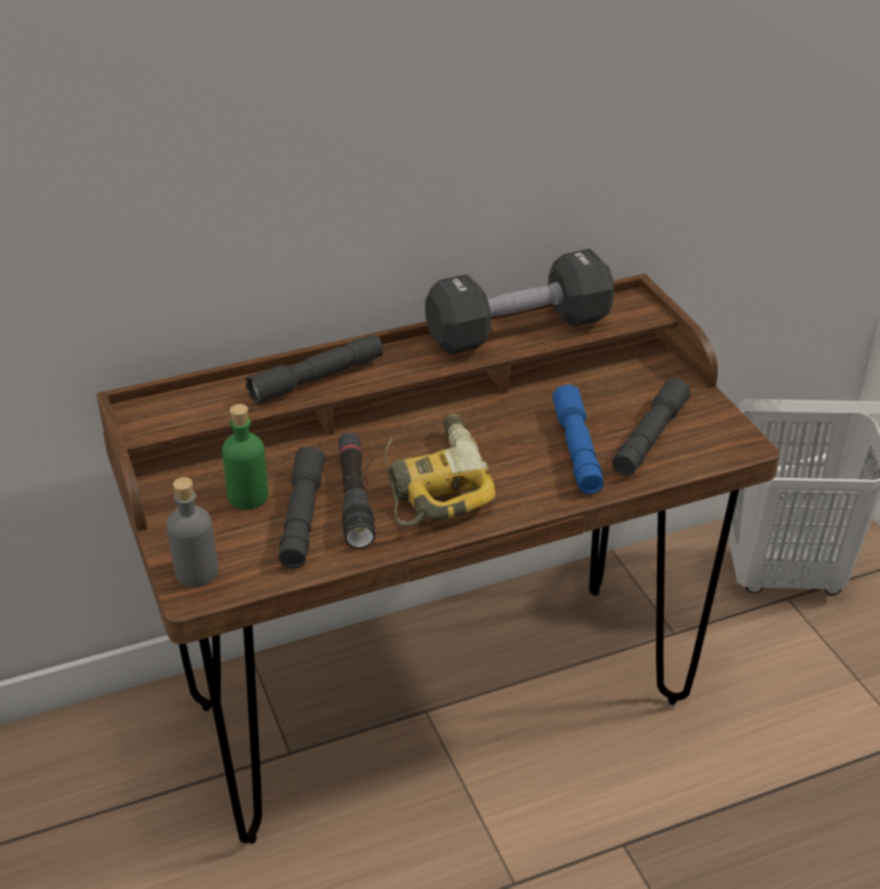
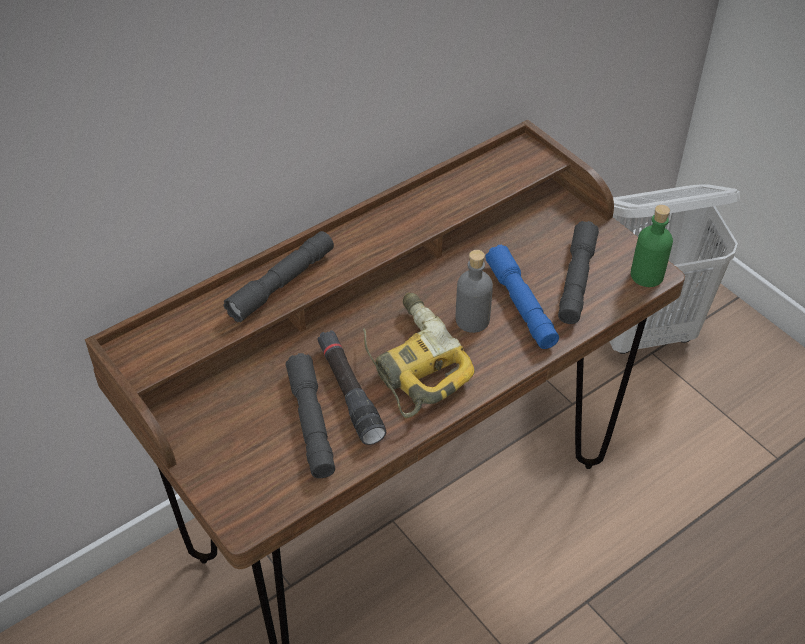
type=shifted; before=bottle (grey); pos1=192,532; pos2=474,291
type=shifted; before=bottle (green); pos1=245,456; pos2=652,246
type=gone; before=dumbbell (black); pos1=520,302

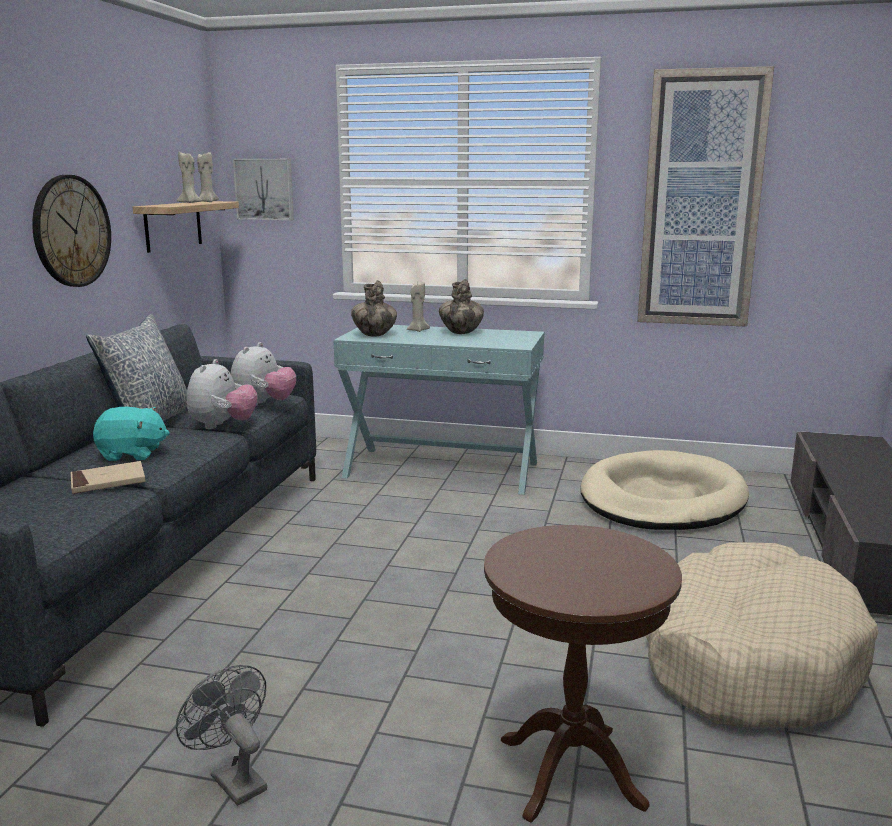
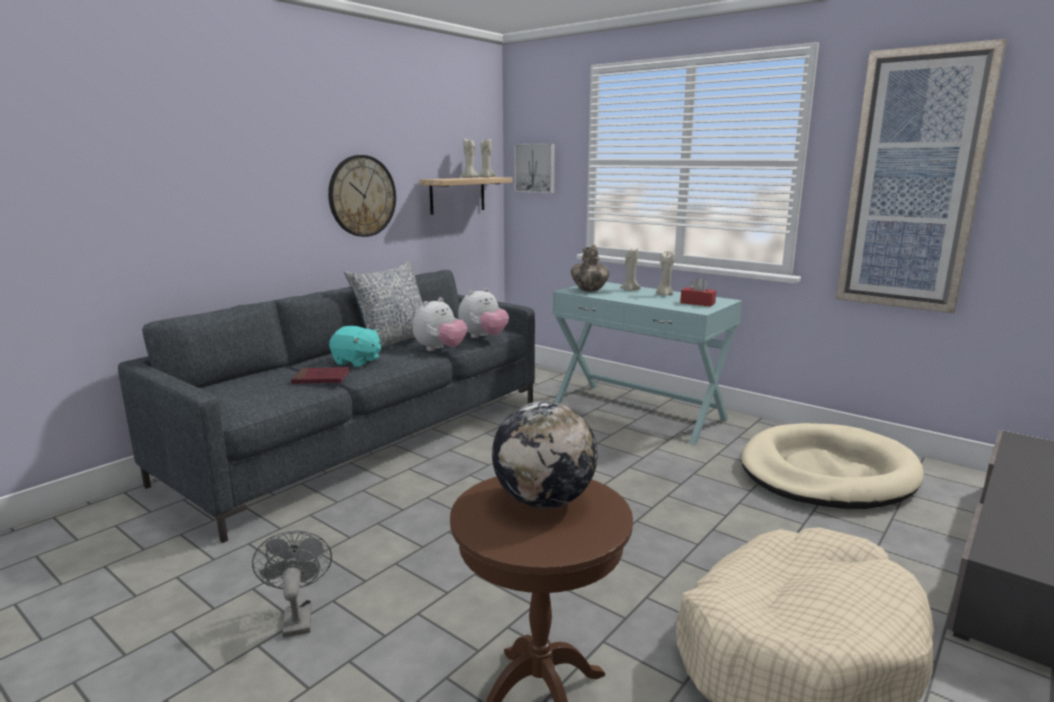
type=repainted; before=book (beige); after=book (red); pos1=108,477; pos2=320,375
type=new; after=globe; pos2=545,454
type=swapped; before=vase; after=candle (beige); pos1=461,306; pos2=665,273
type=new; after=tissue box (red); pos2=698,292

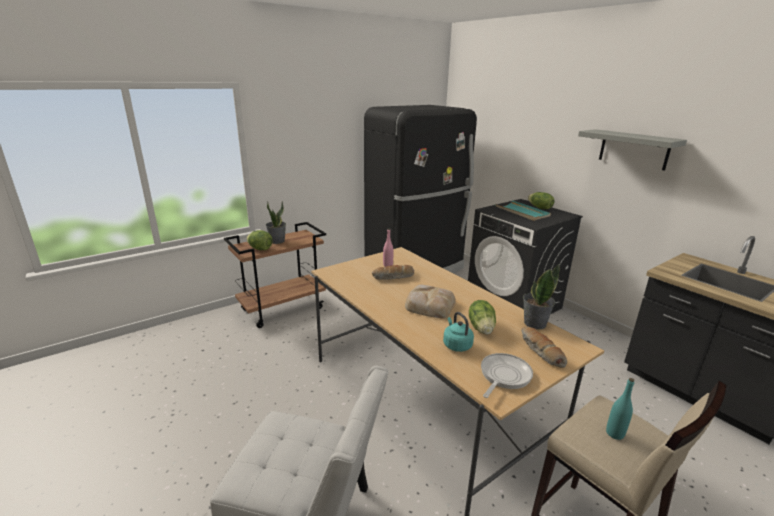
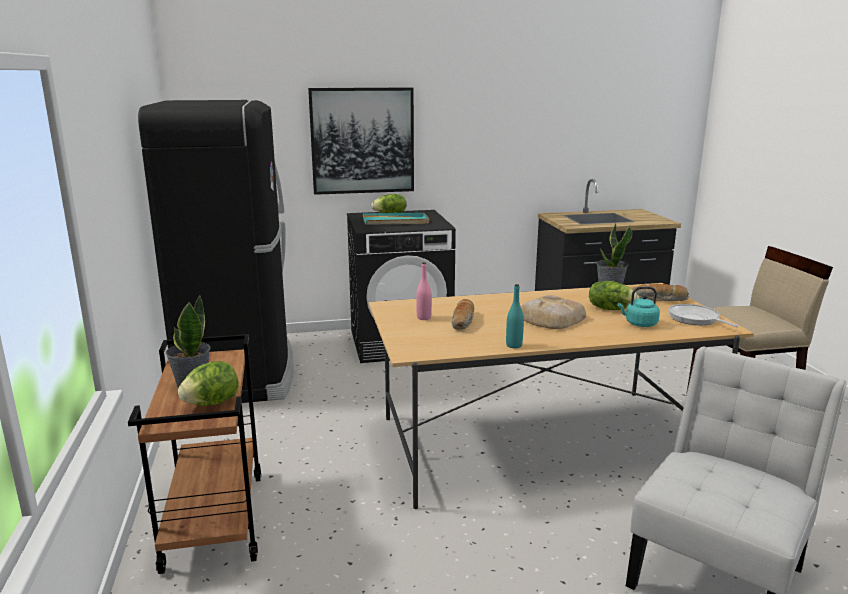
type=new; after=picture; pos2=361,141
type=shifted; before=bottle (turquoise); pos1=620,409; pos2=515,316
type=gone; before=shelf (grey); pos1=632,150

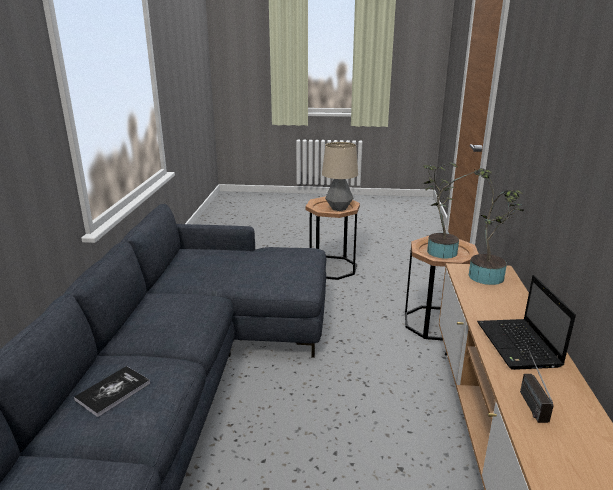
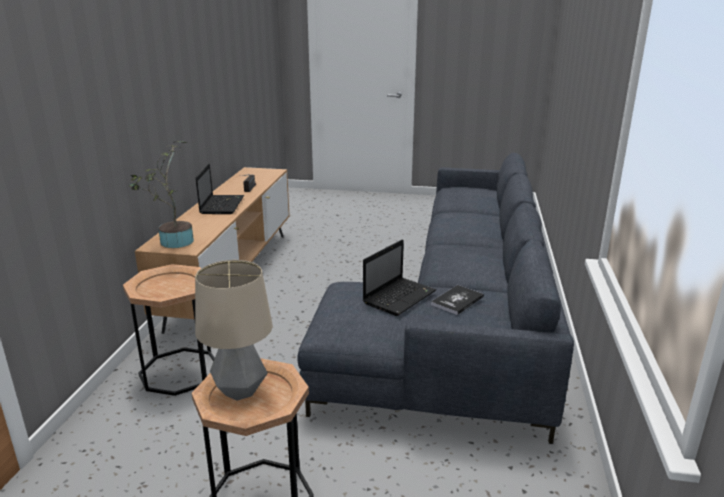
type=new; after=laptop; pos2=399,277
type=shifted; before=book; pos1=112,391; pos2=457,300
type=gone; before=potted plant; pos1=452,210

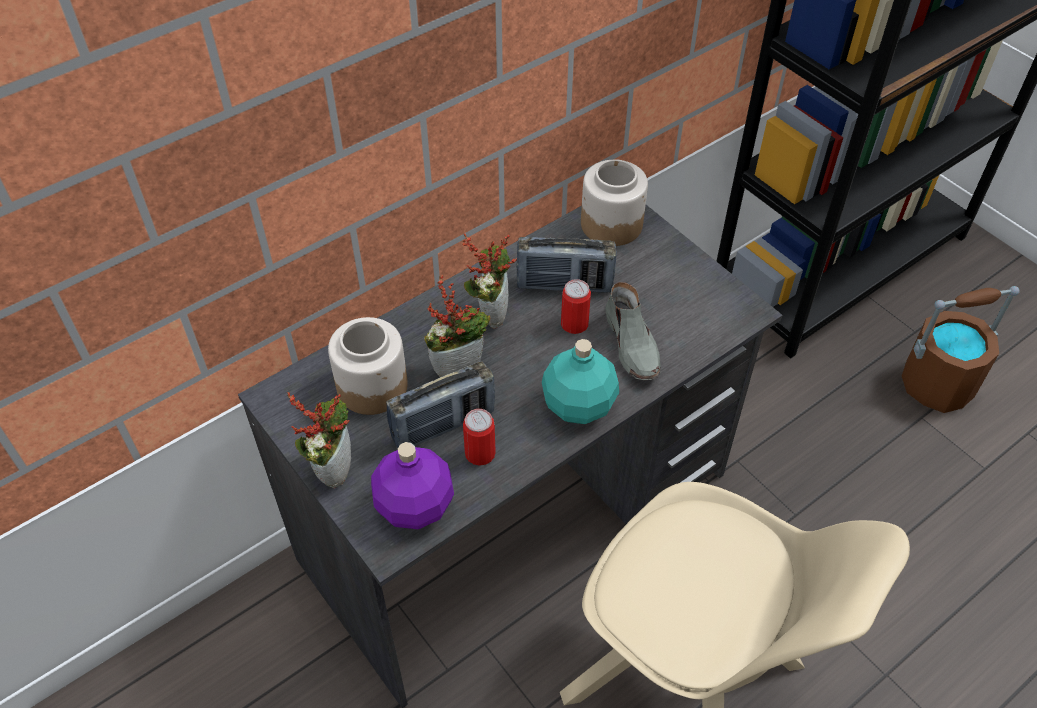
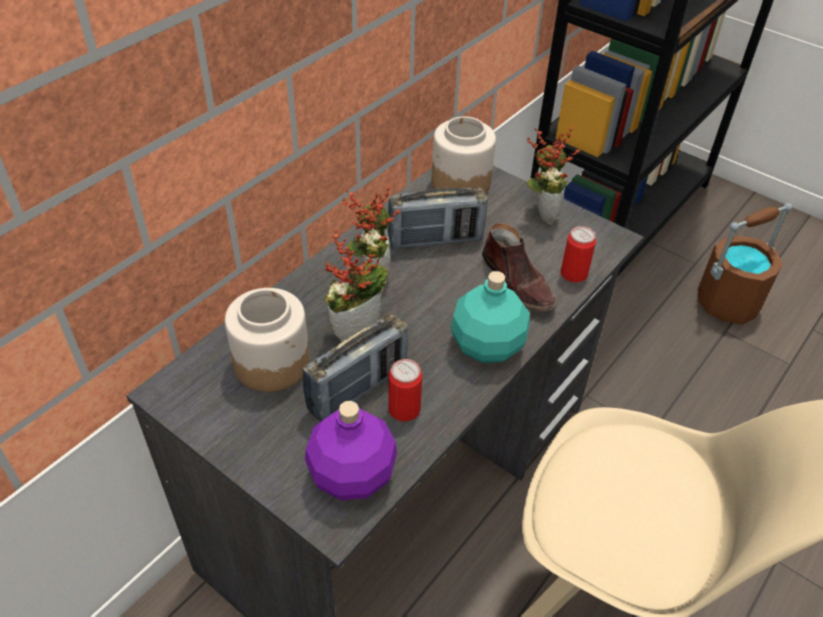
type=repainted; before=shoe (grey); after=shoe (brown); pos1=633,331; pos2=519,267
type=shifted; before=potted plant; pos1=319,440; pos2=553,176
type=shifted; before=can; pos1=576,306; pos2=578,254

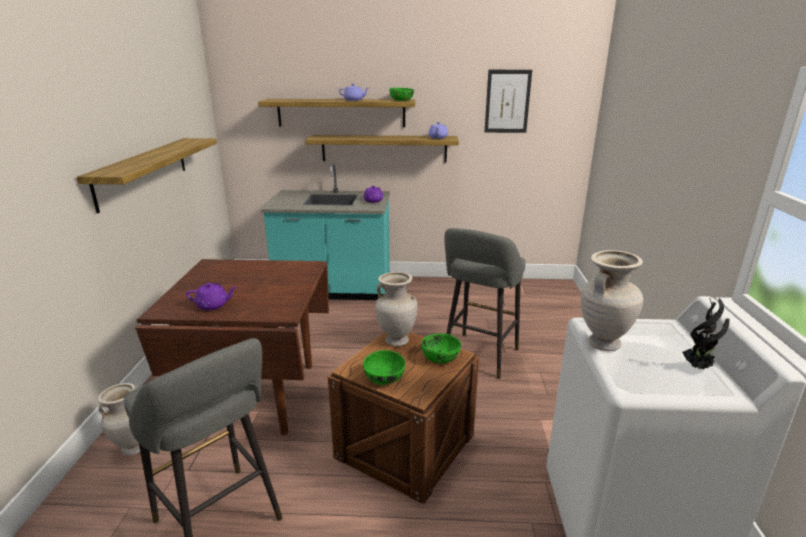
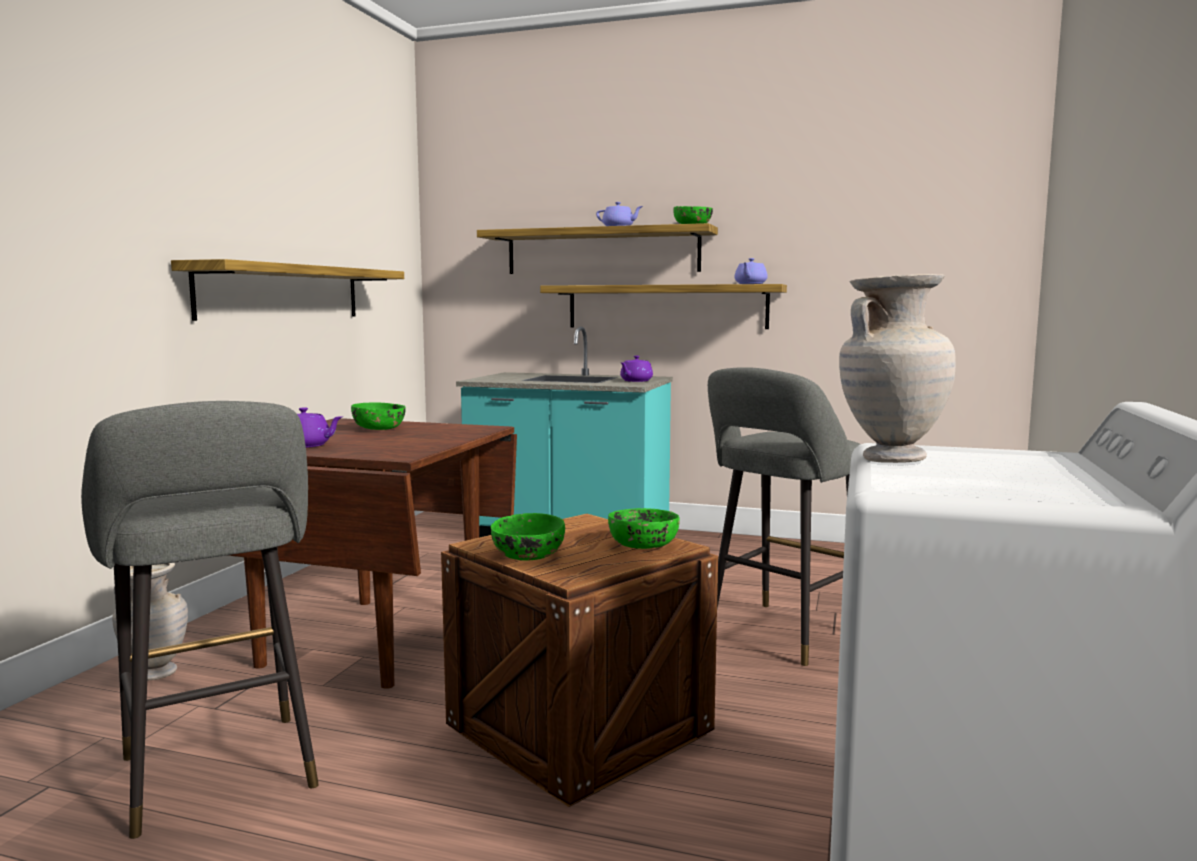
type=new; after=bowl (green); pos2=378,416
type=gone; before=vase (beige); pos1=396,309
type=gone; before=picture; pos1=508,101
type=gone; before=potted plant; pos1=706,334

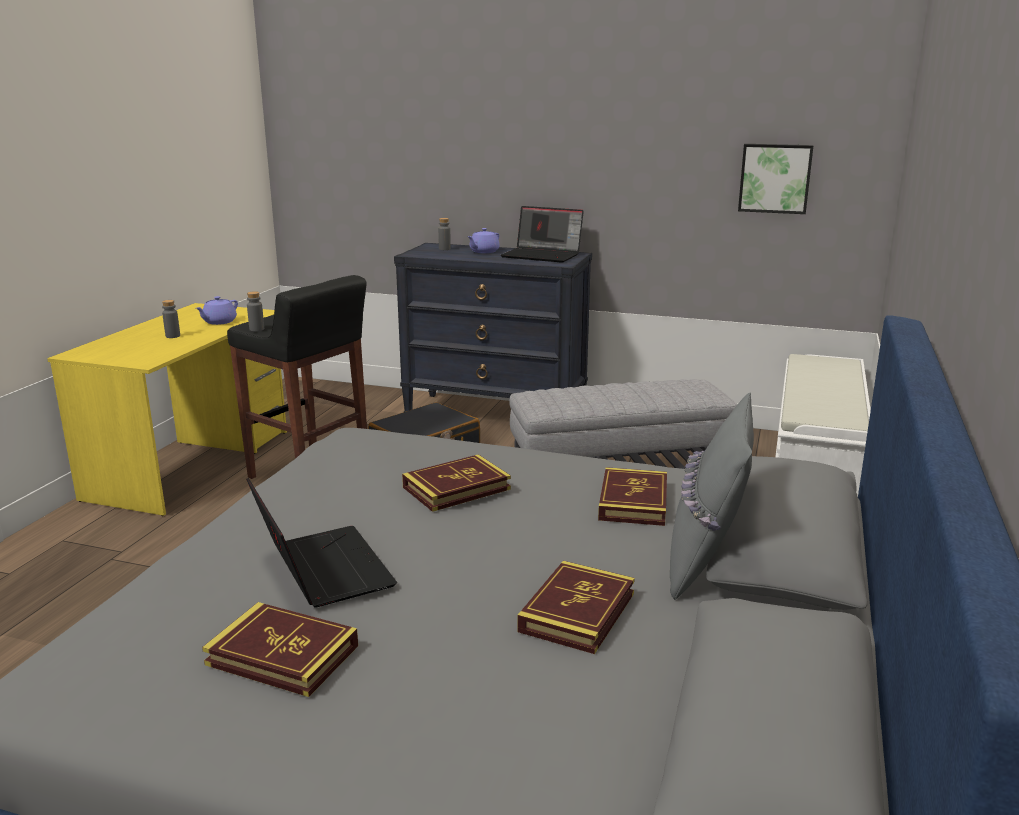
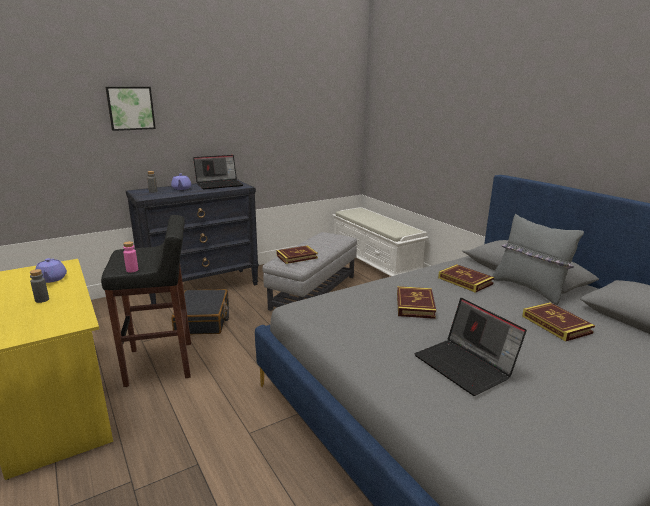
type=shifted; before=picture; pos1=776,179; pos2=130,109
type=repainted; before=bottle (grey); after=bottle (pink); pos1=255,311; pos2=130,257
type=shifted; before=book; pos1=280,649; pos2=297,254
type=rotated; before=laptop; pos1=321,543; pos2=471,347; turn=-135

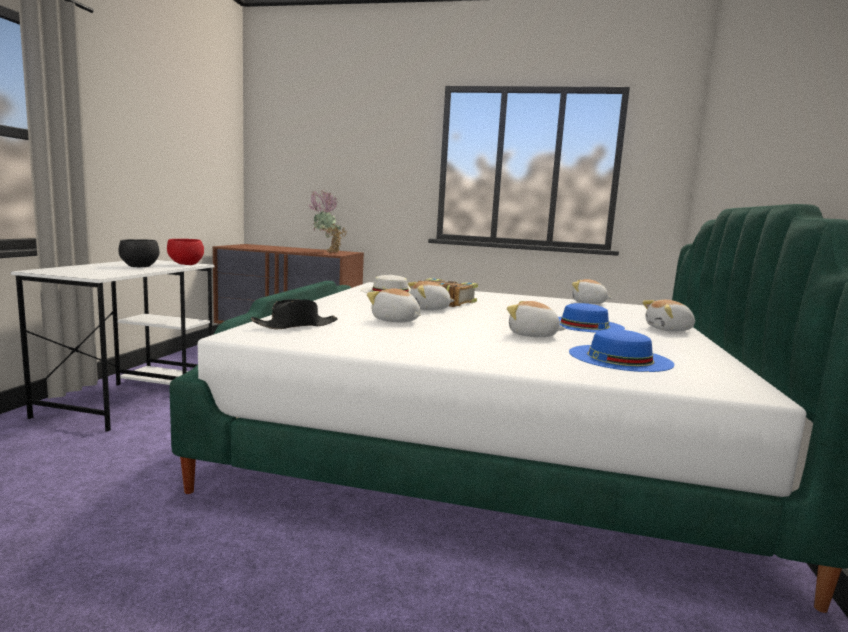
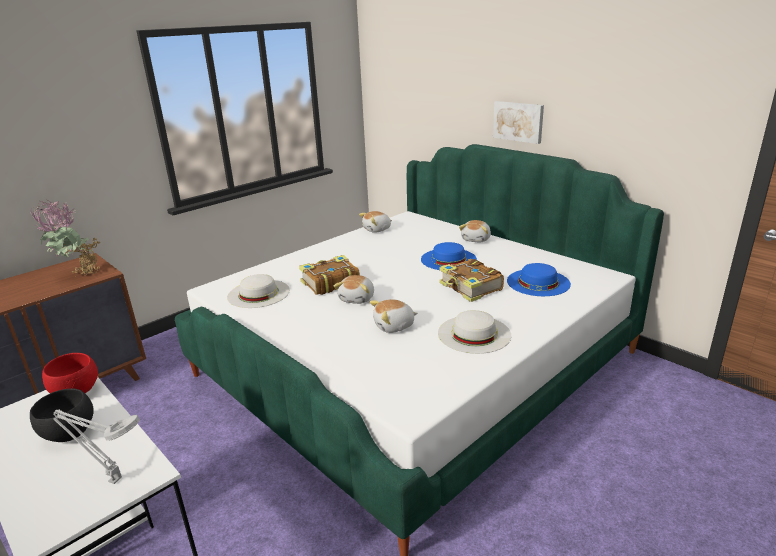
type=new; after=table lamp (grey); pos2=96,446
type=new; after=hat (white); pos2=474,332
type=swapped; before=plush toy; after=book; pos1=536,319; pos2=471,280
type=new; after=picture; pos2=518,122
type=gone; before=hat (black); pos1=294,314

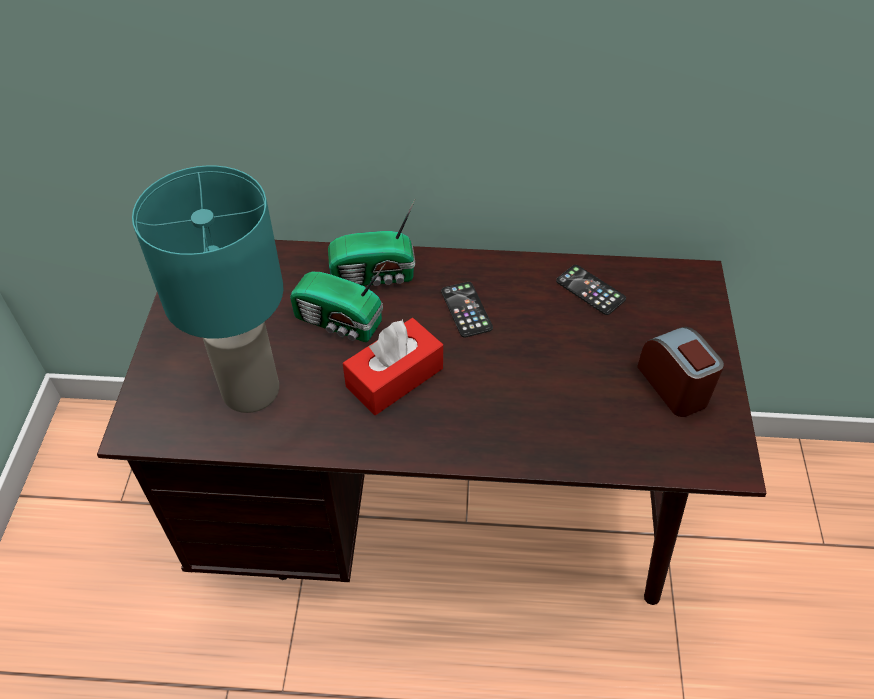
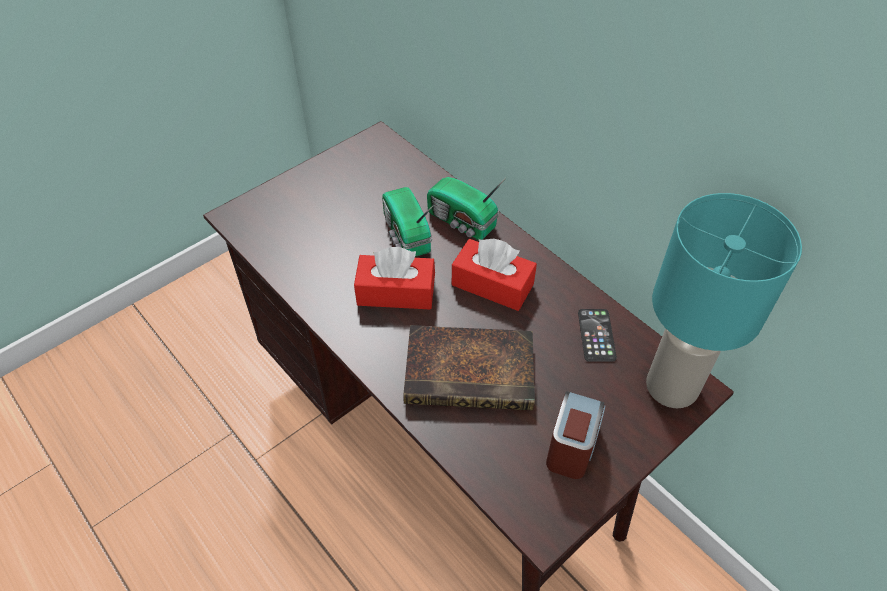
type=new; after=book; pos2=469,368
type=swapped; before=phone; after=tissue box (red); pos1=467,310; pos2=494,275
type=shifted; before=table lamp (turquoise); pos1=207,289; pos2=724,300

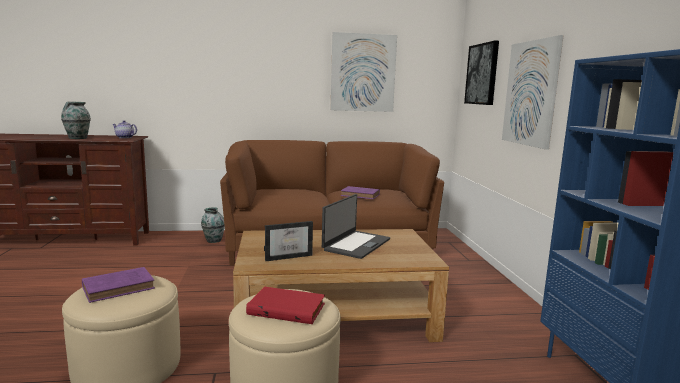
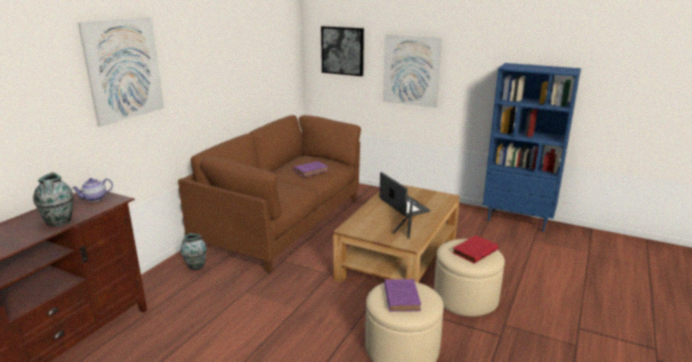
type=shifted; before=picture; pos1=364,72; pos2=121,72

